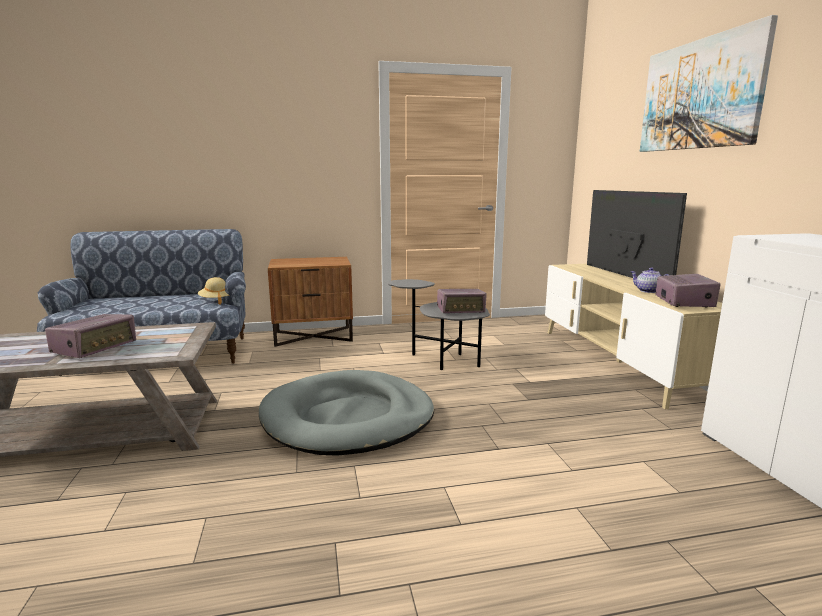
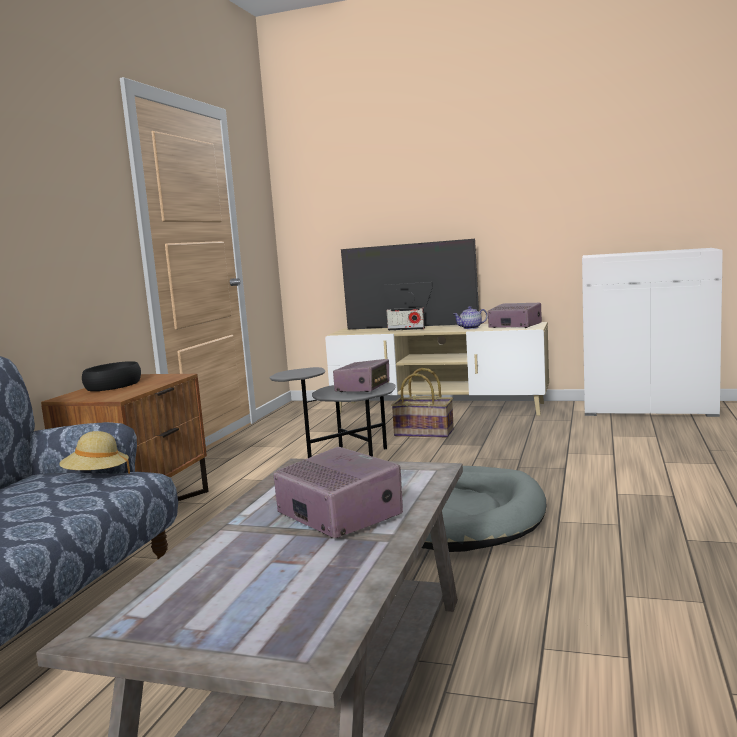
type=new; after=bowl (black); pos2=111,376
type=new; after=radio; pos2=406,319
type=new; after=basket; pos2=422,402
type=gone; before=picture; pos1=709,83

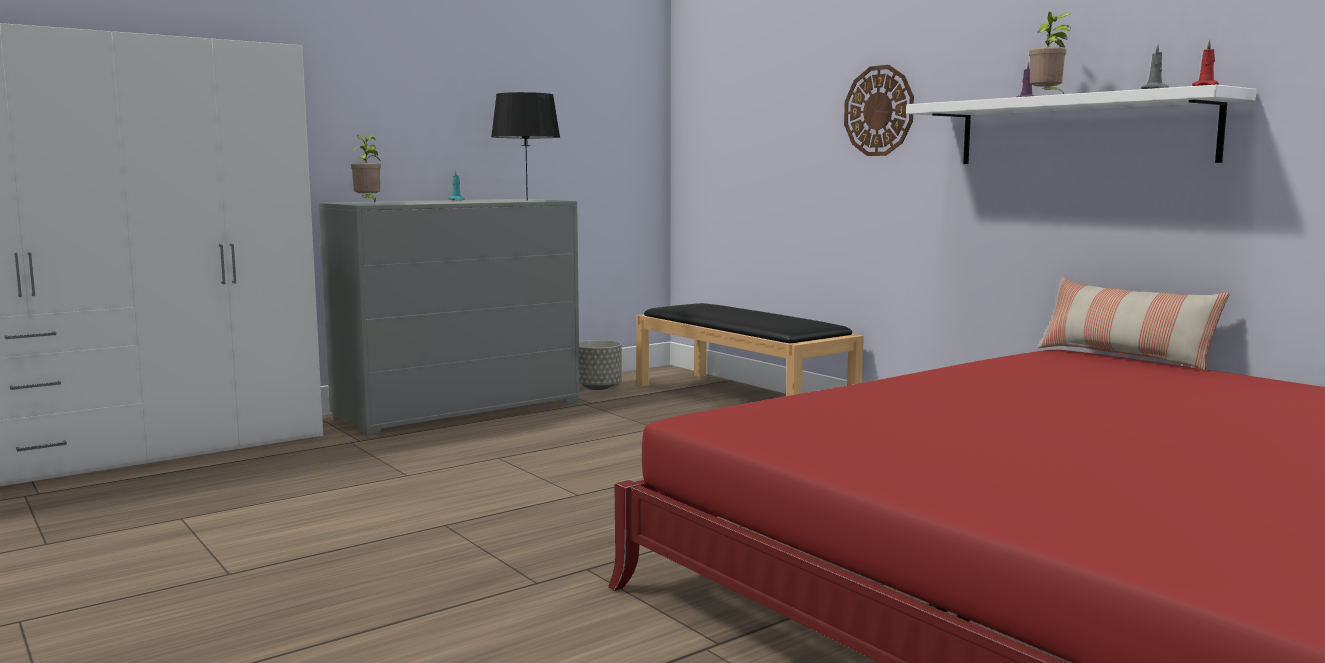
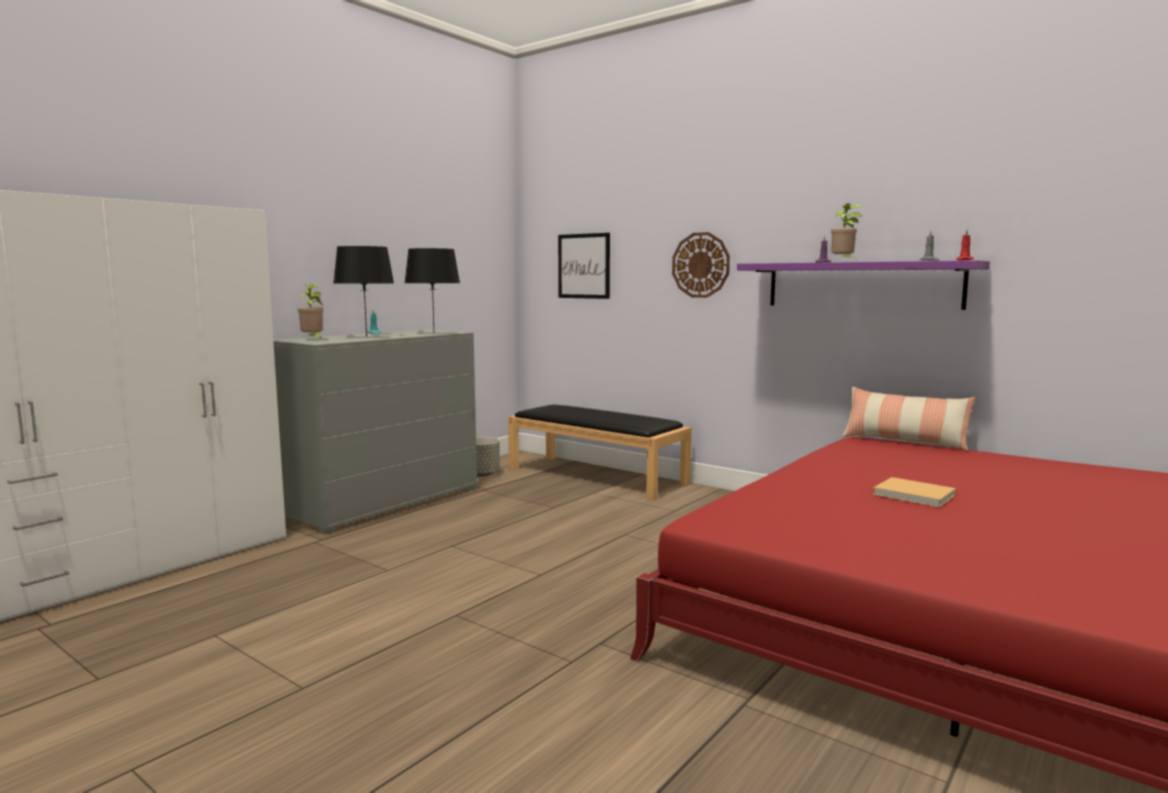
type=new; after=table lamp (black); pos2=364,291
type=new; after=picture; pos2=584,266
type=repainted; before=shelf (white); after=shelf (purple); pos1=1081,124; pos2=863,285
type=new; after=book (beige); pos2=914,492

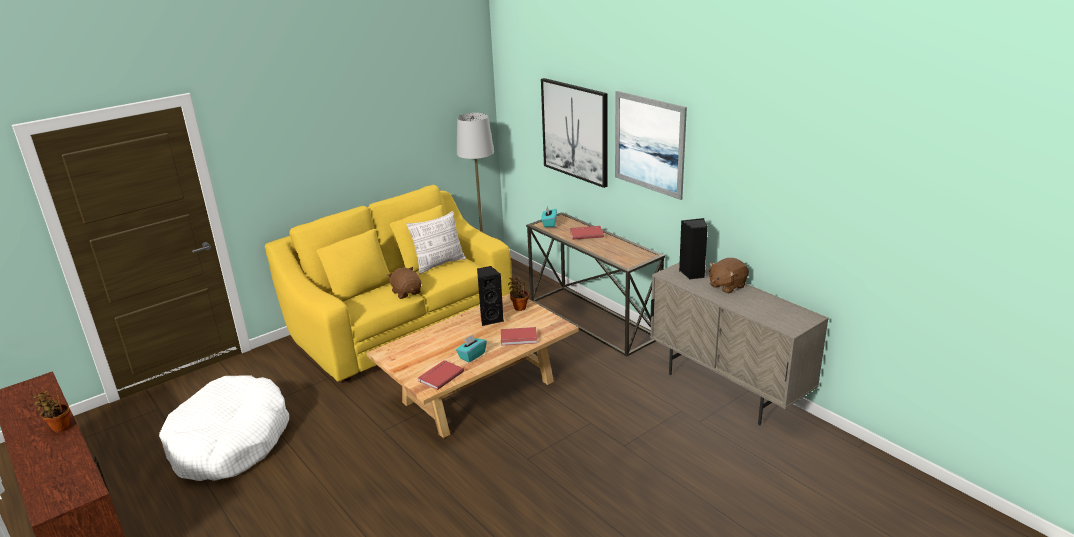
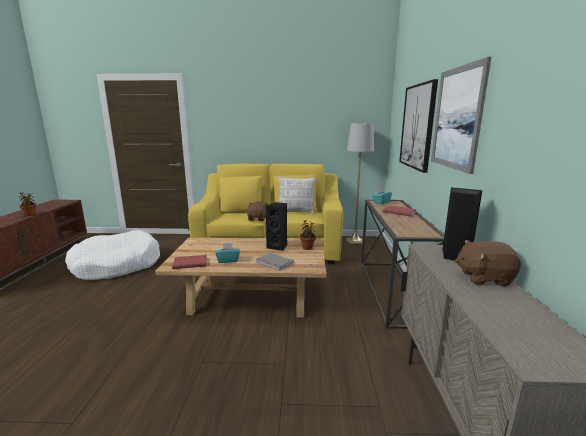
type=repainted; before=book (red); after=book (grey); pos1=519,336; pos2=274,262

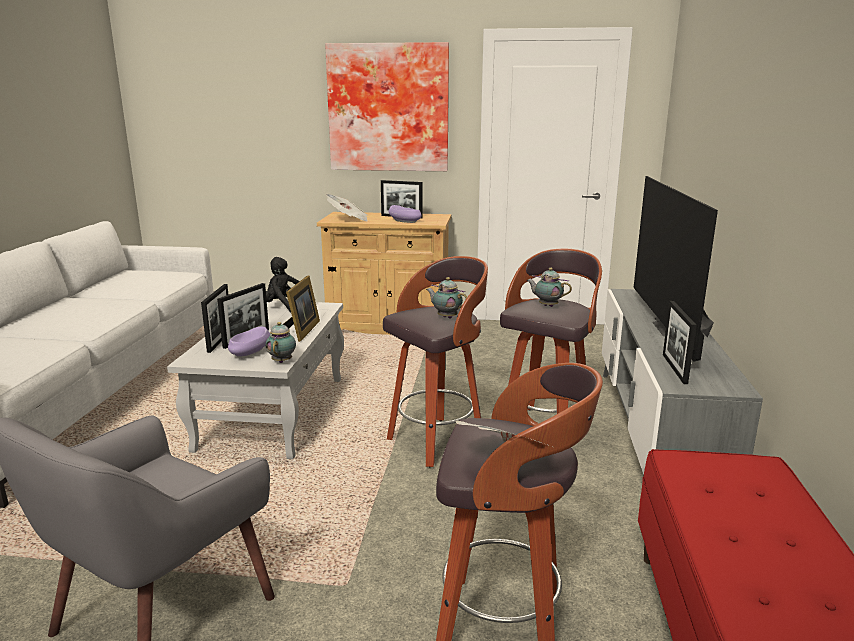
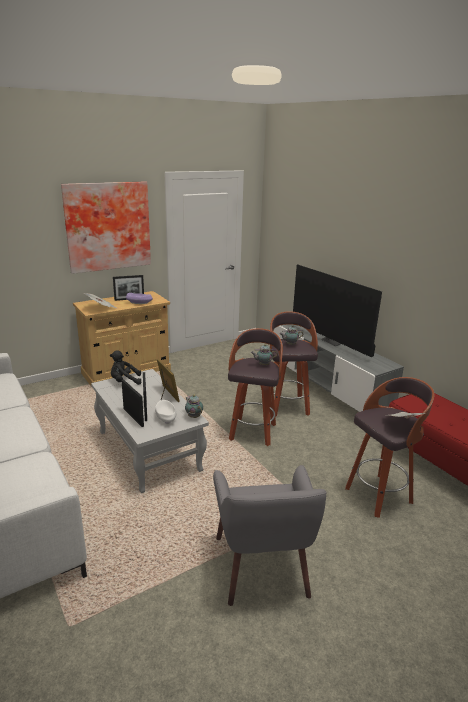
type=repainted; before=bowl (purple); after=bowl (white); pos1=249,343; pos2=165,412
type=gone; before=picture frame; pos1=680,342

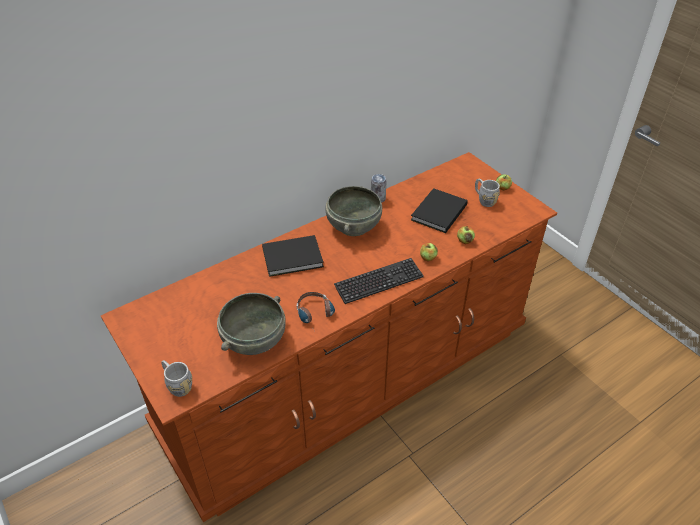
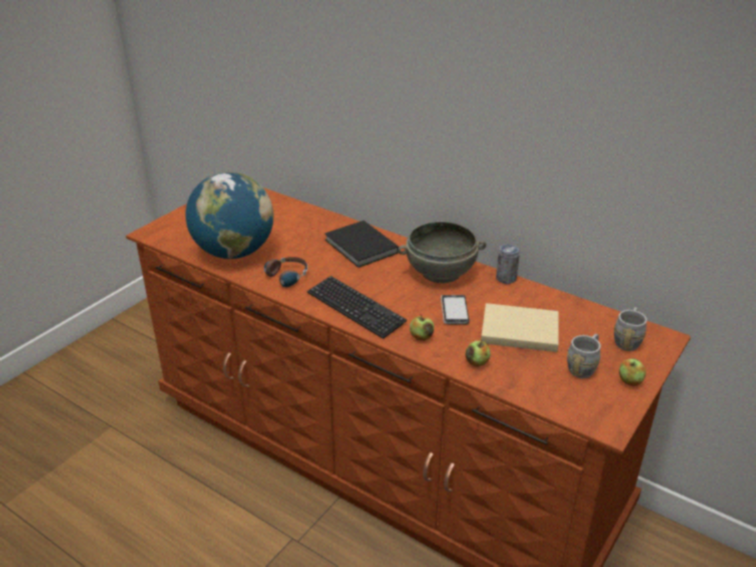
type=swapped; before=bowl (grey); after=globe; pos1=251,324; pos2=230,215
type=new; after=phone; pos2=455,309
type=repainted; before=book (black); after=book (beige); pos1=439,210; pos2=520,327
type=shifted; before=mug (grey); pos1=176,378; pos2=630,329

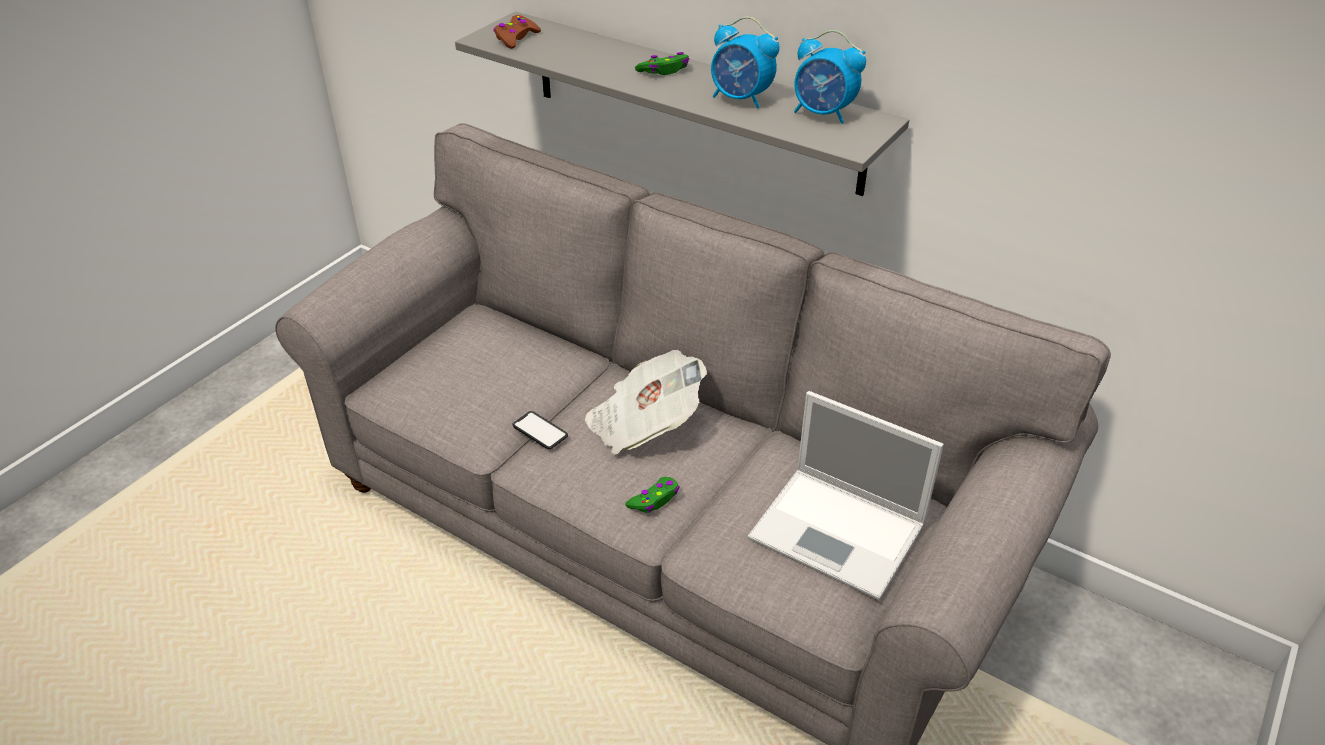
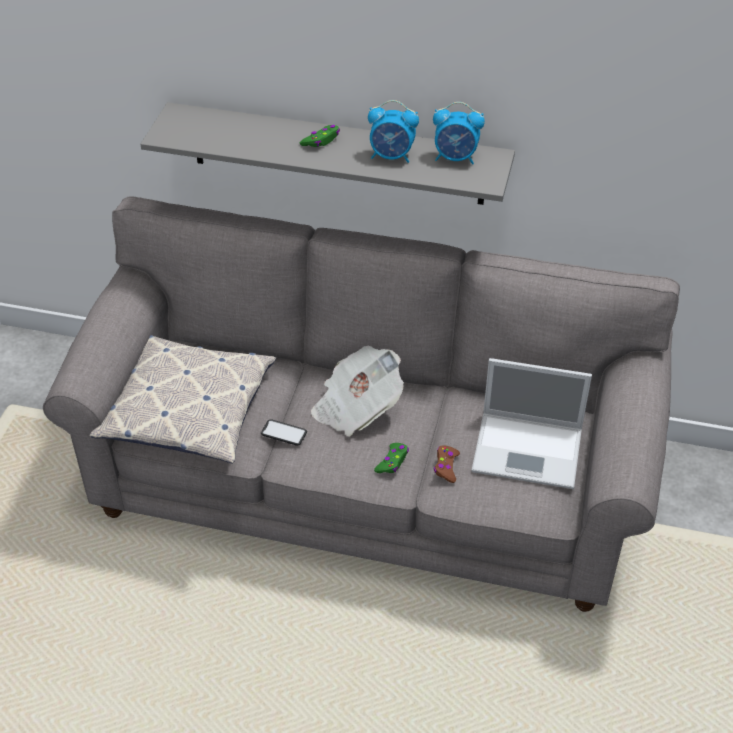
type=new; after=pillow; pos2=183,399
type=shifted; before=game controller (brown); pos1=517,32; pos2=447,464

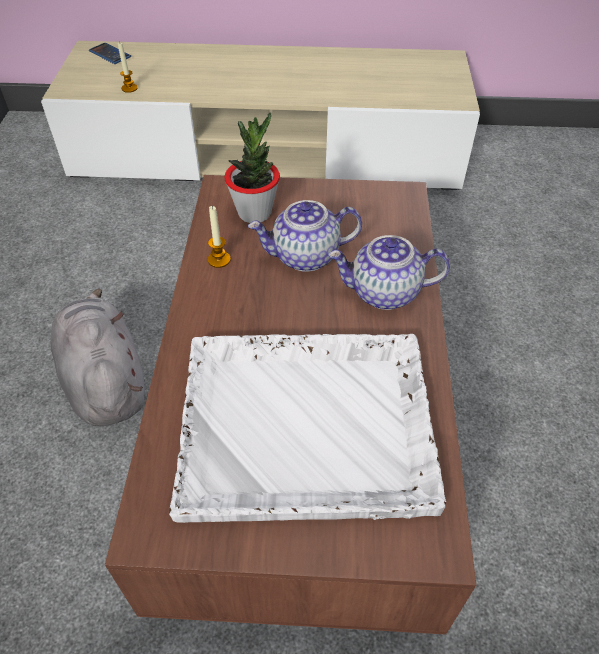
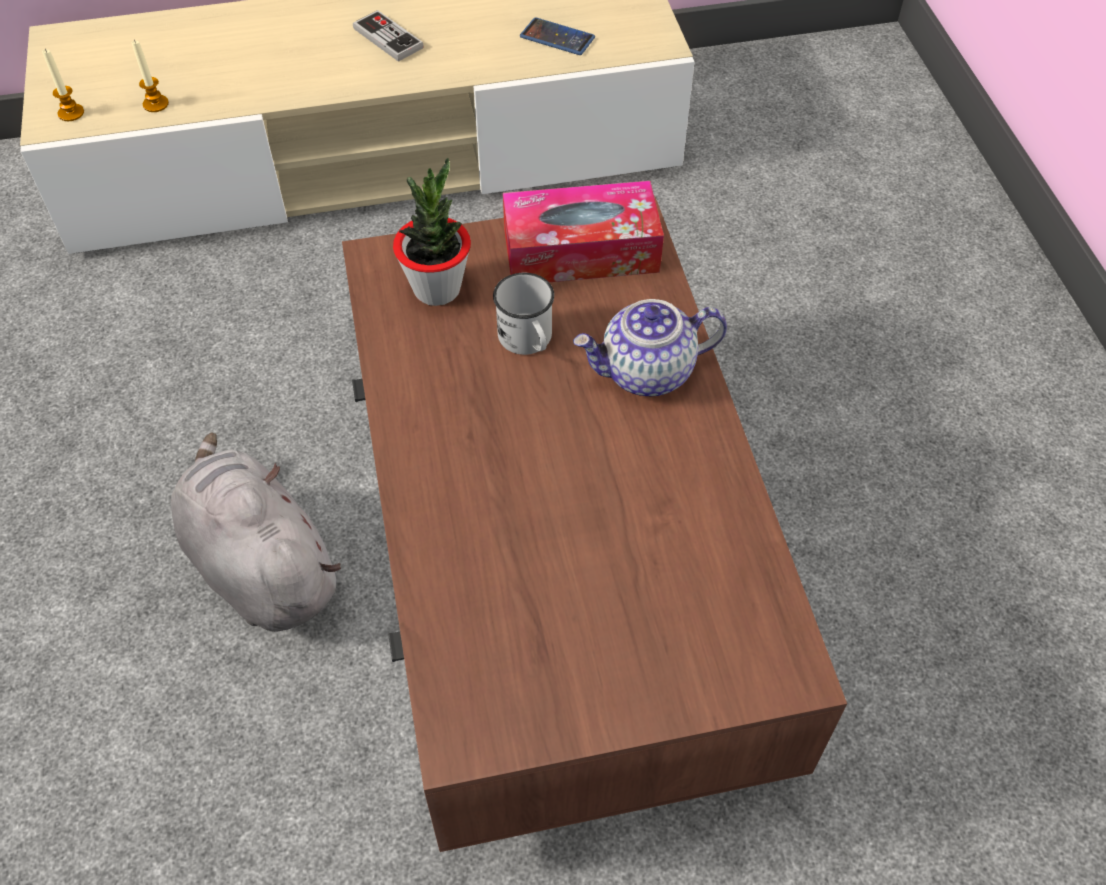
type=shifted; before=candle; pos1=219,237; pos2=63,85
type=new; after=game controller; pos2=388,36
type=swapped; before=teapot; after=mug (white); pos1=305,236; pos2=523,314
type=new; after=tissue box; pos2=583,231
type=shifted; before=phone; pos1=110,53; pos2=557,36
type=gone; before=tray (white); pos1=307,428

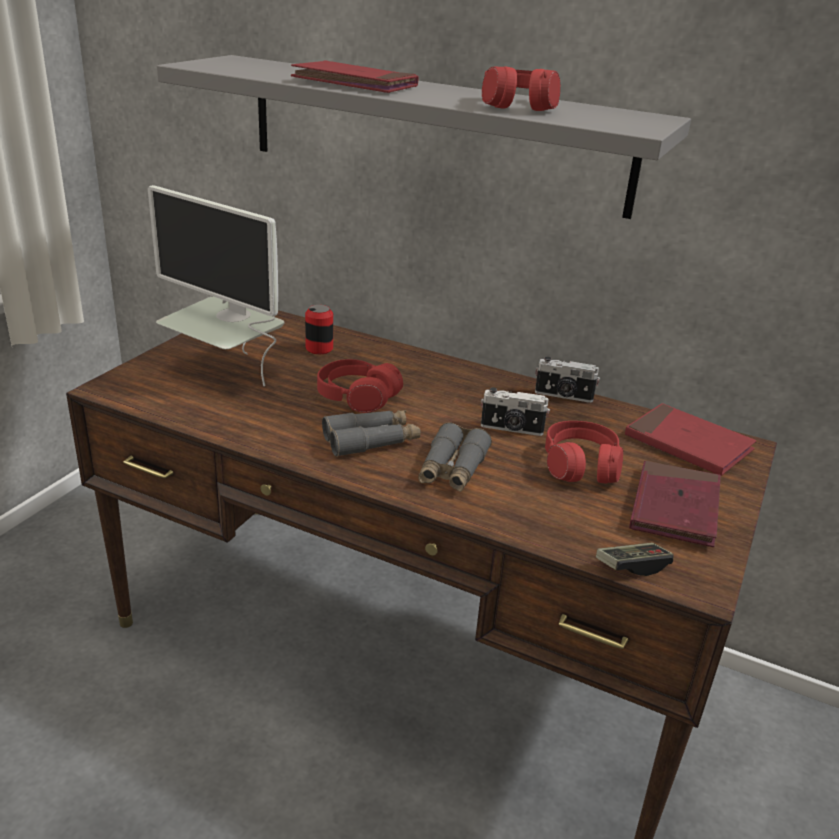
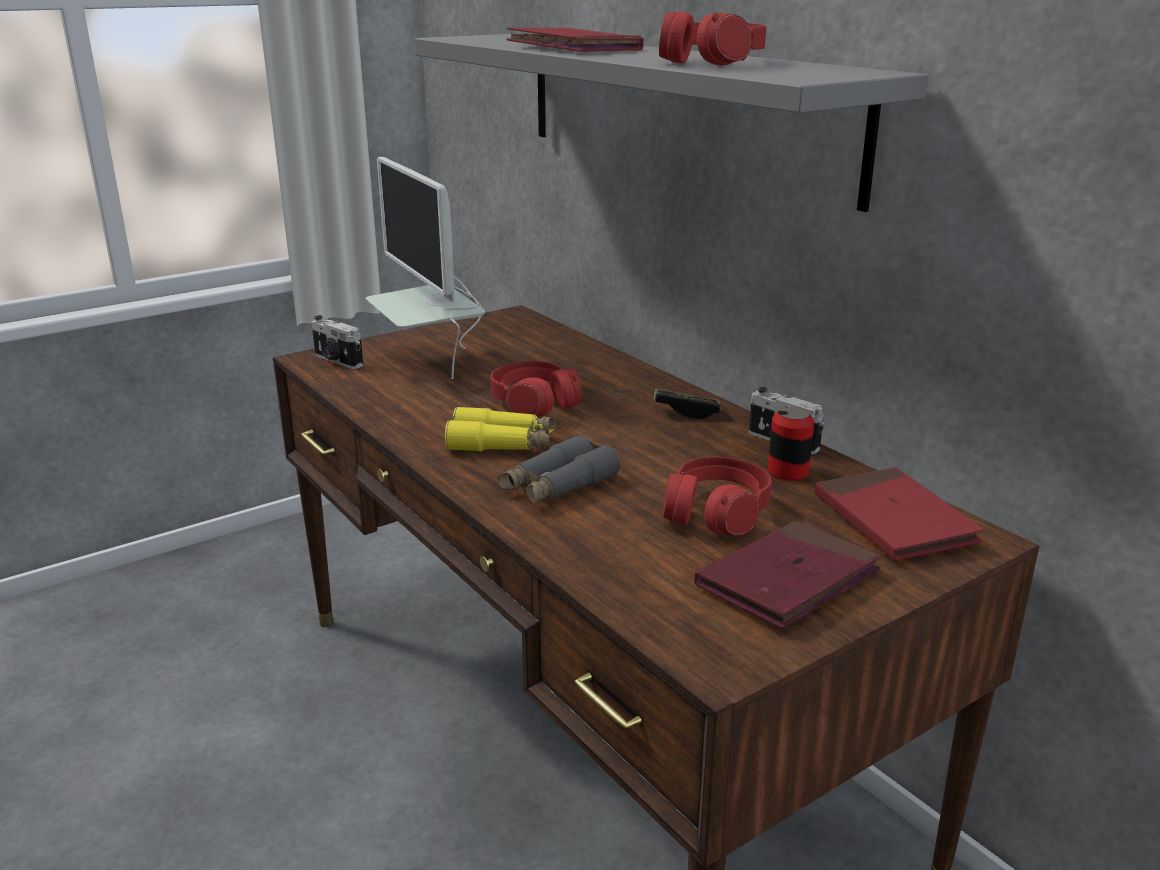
type=shifted; before=photo camera; pos1=515,412; pos2=337,342
type=repainted; before=binoculars (grey); after=binoculars (yellow); pos1=371,433; pos2=500,428
type=shifted; before=game controller; pos1=634,559; pos2=687,404
type=shifted; before=can; pos1=319,329; pos2=791,444

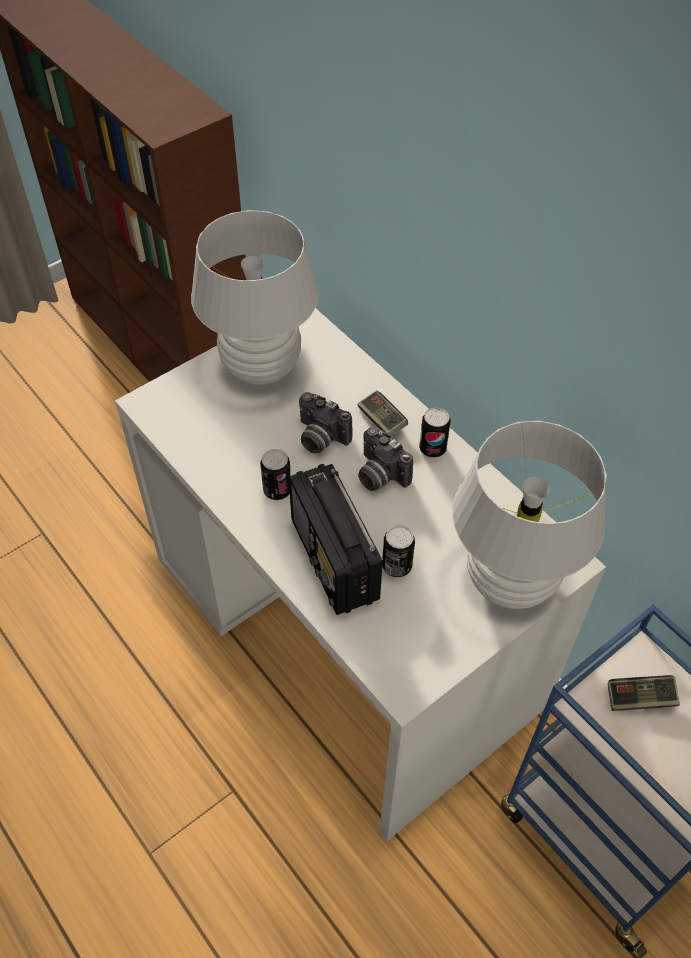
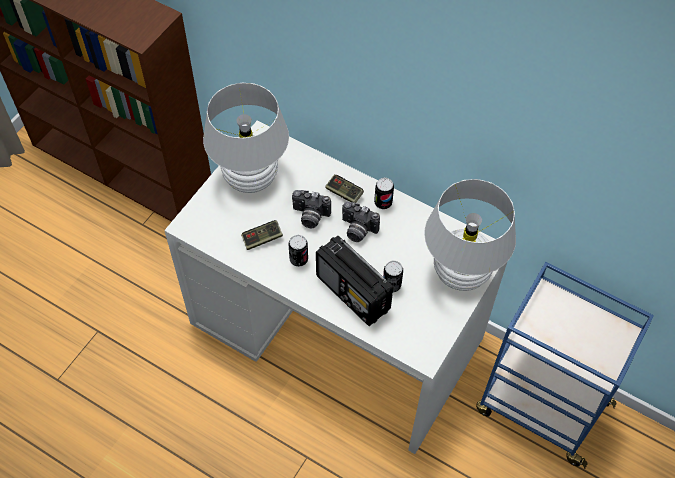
type=shifted; before=game controller; pos1=644,693; pos2=262,235

